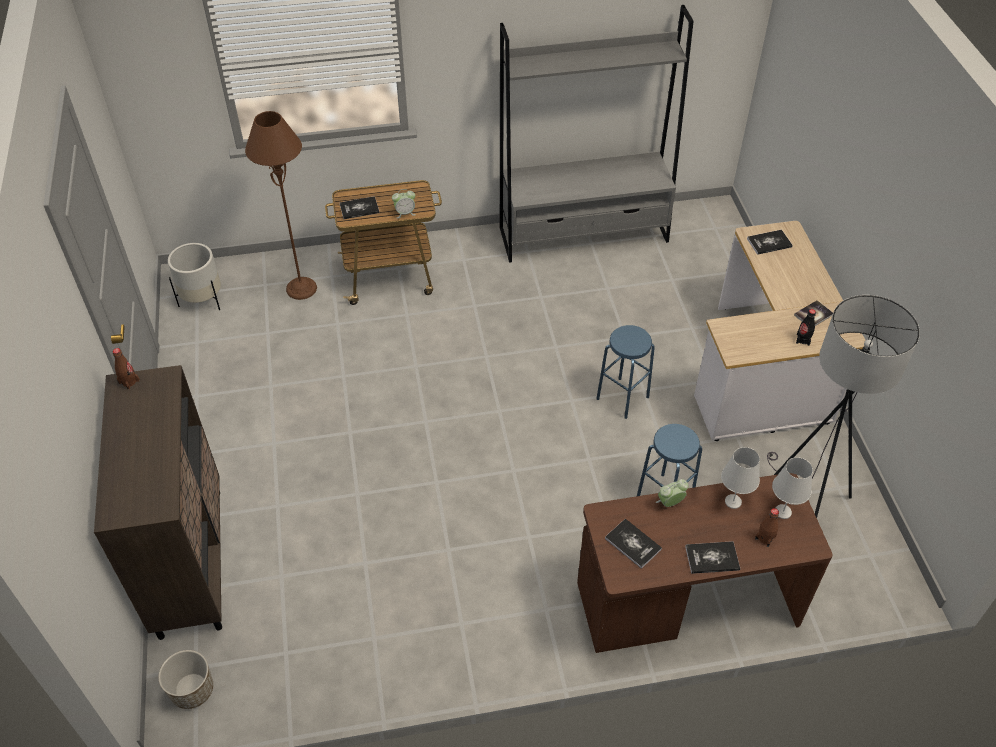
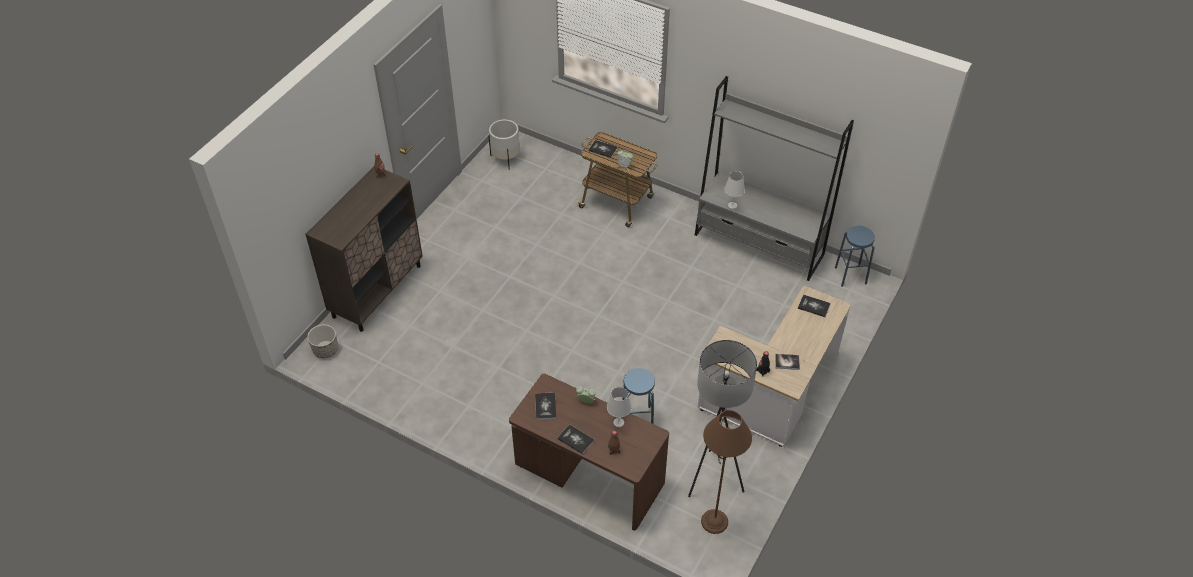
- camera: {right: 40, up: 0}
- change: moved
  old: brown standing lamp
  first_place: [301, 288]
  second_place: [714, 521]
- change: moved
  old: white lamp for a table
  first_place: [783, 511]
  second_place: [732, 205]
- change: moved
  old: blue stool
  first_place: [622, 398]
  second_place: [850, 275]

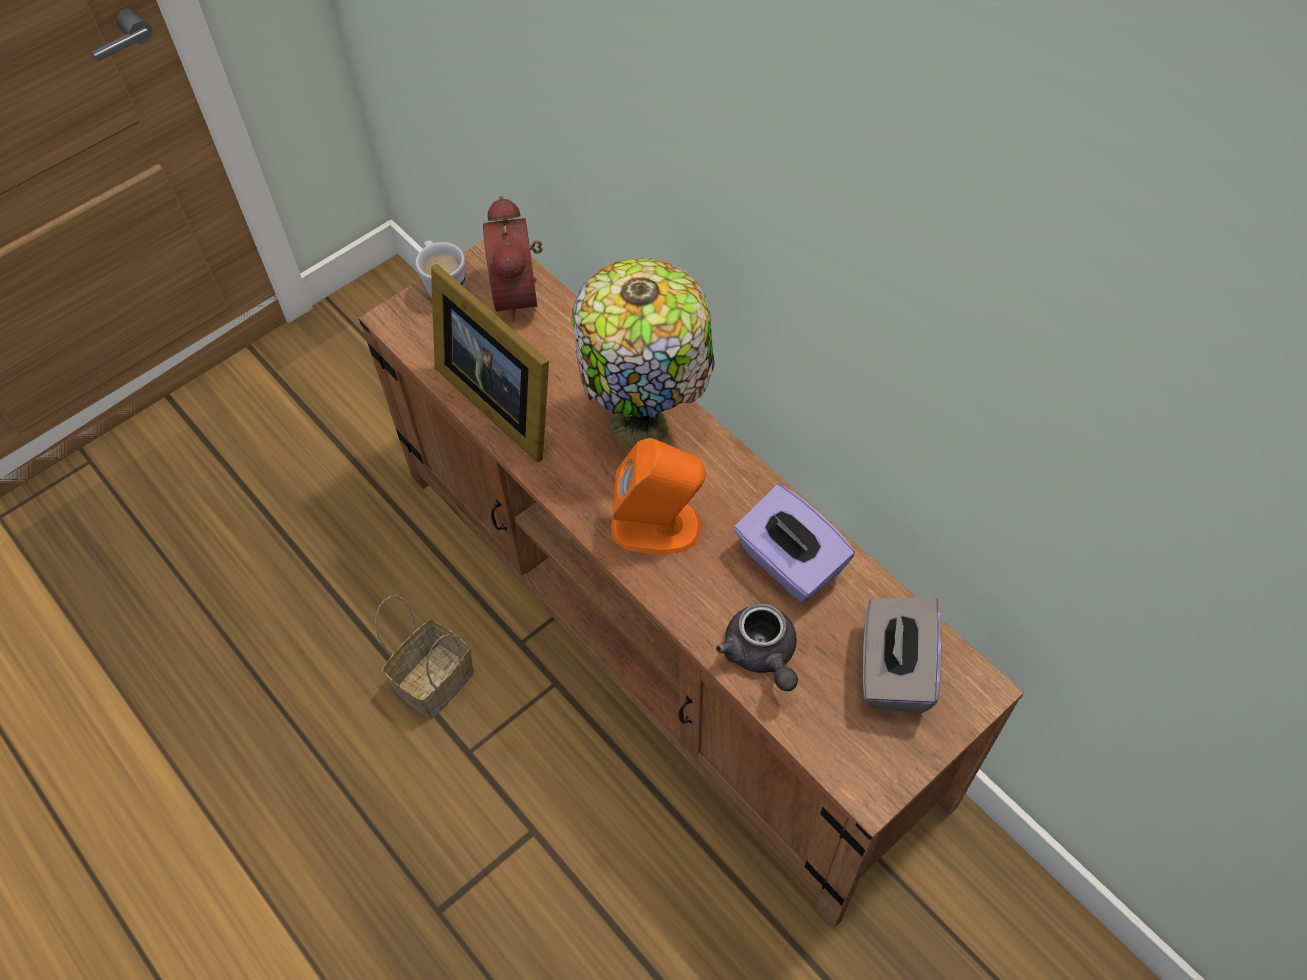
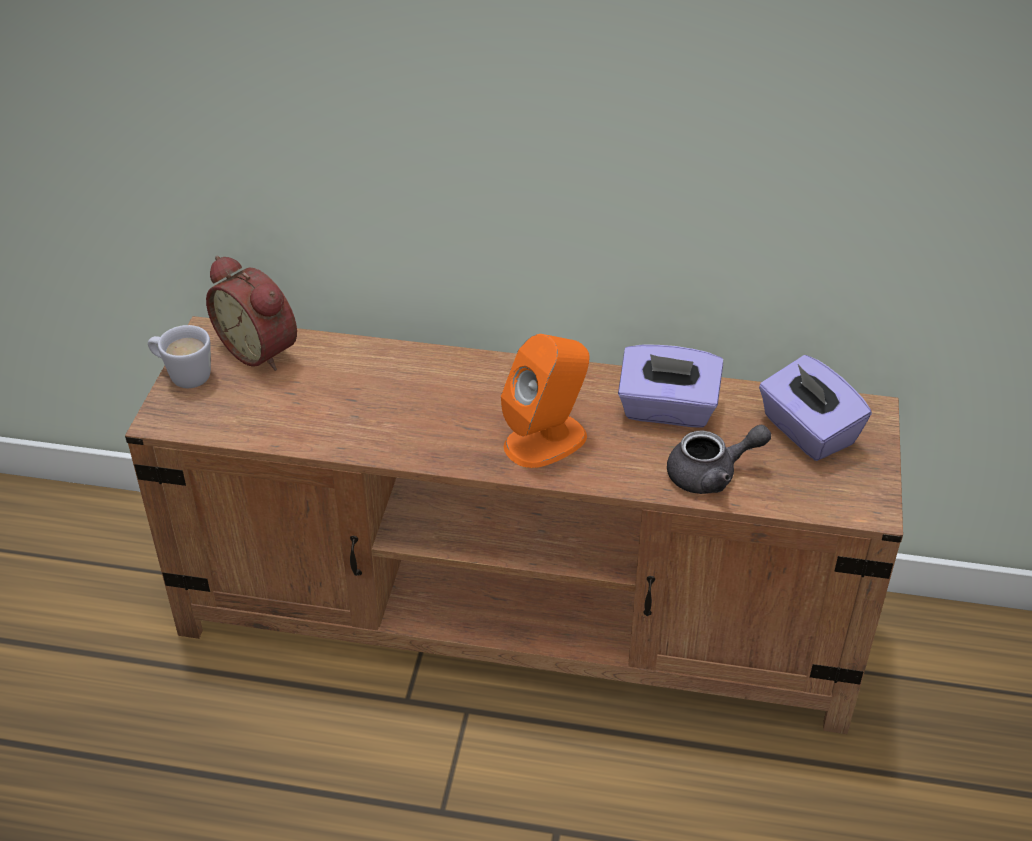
- camera: {right: -40, up: -15}
- change: turned
  old: grey pot for tea
  first_place: [762, 655]
  second_place: [711, 474]
  degrees: -45
- change: recoloured
  old: grey box of tissues
  new: purple box of tissues
  first_place: [894, 670]
  second_place: [807, 431]
- change: removed
  old: basket
  first_place: [435, 678]
- change: removed
  old: photo frame
  first_place: [500, 397]
- change: removed
  old: lamp for a table
  first_place: [645, 426]

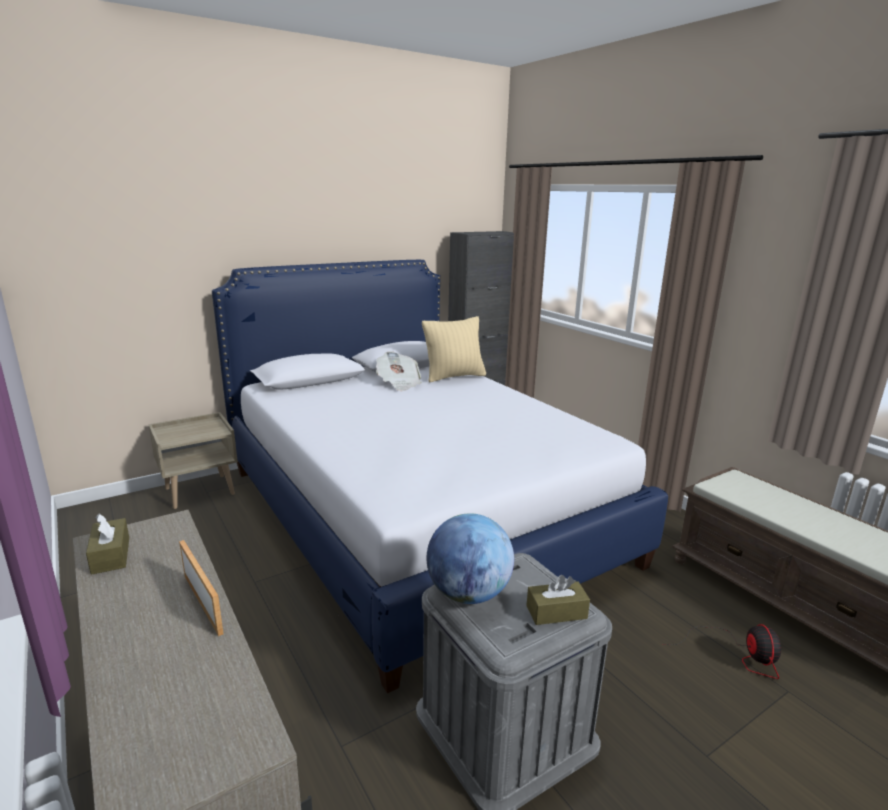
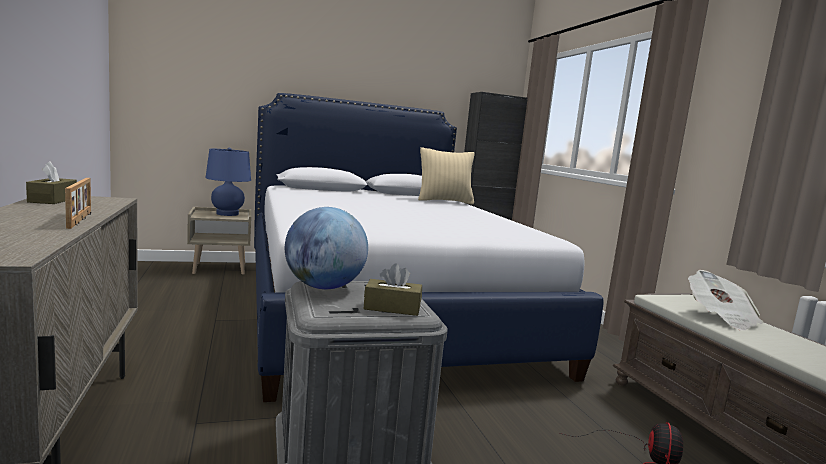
- camera: {right: 15, up: -10}
- change: added
  new: blue lamp for a table
  second_place: [227, 214]
- change: moved
  old: daily paper
  first_place: [398, 383]
  second_place: [721, 318]

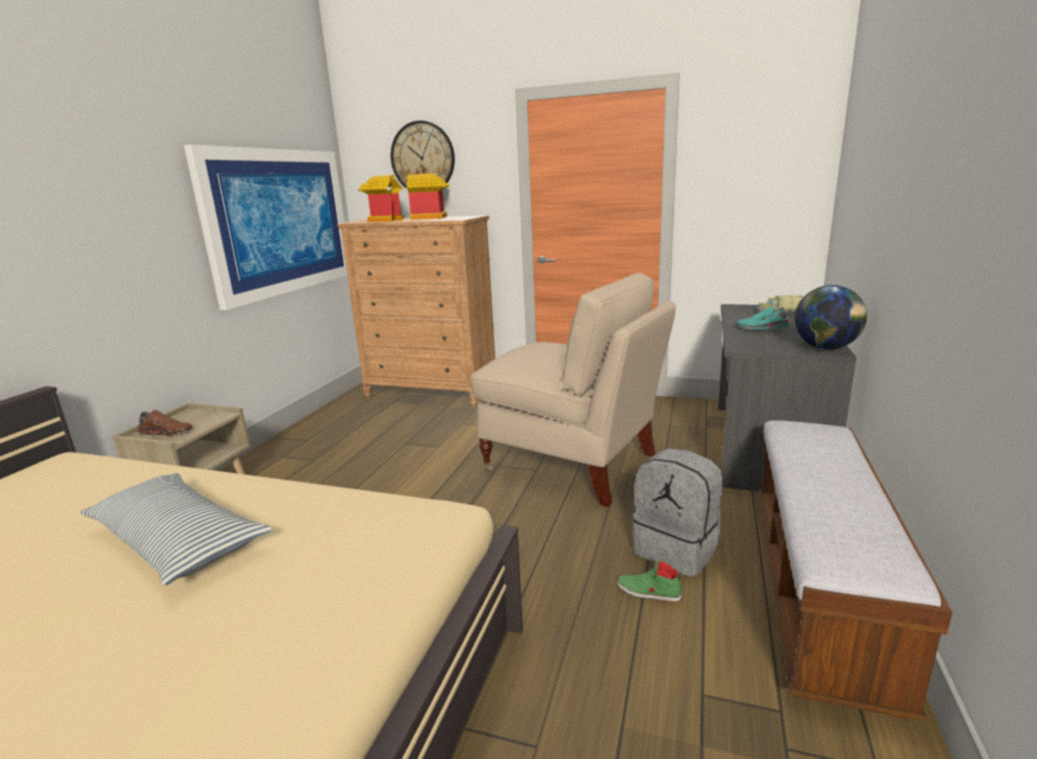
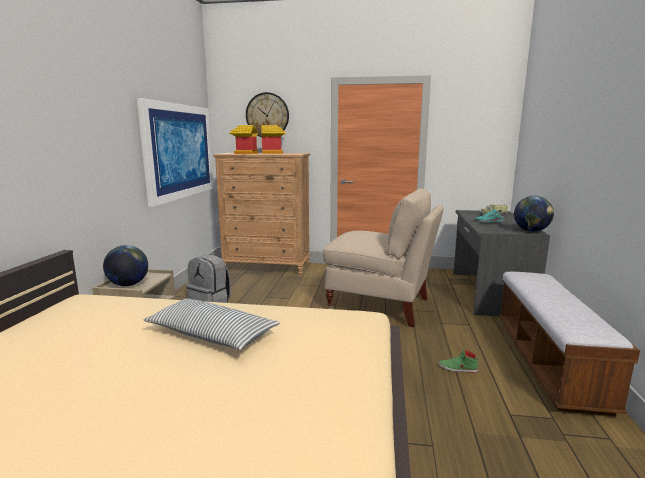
- camera: {right: -10, up: -5}
- change: replaced
  old: brown shoe
  new: world globe
  first_place: [167, 432]
  second_place: [128, 285]
- change: moved
  old: grey backpack
  first_place: [677, 549]
  second_place: [210, 302]

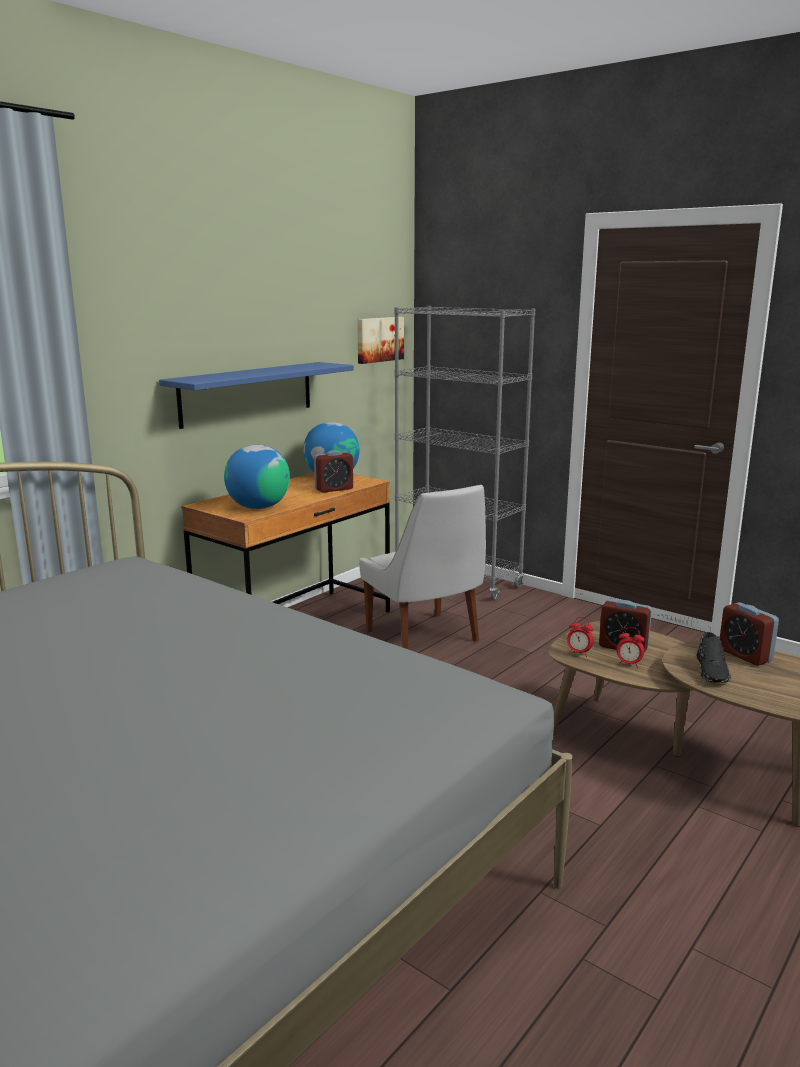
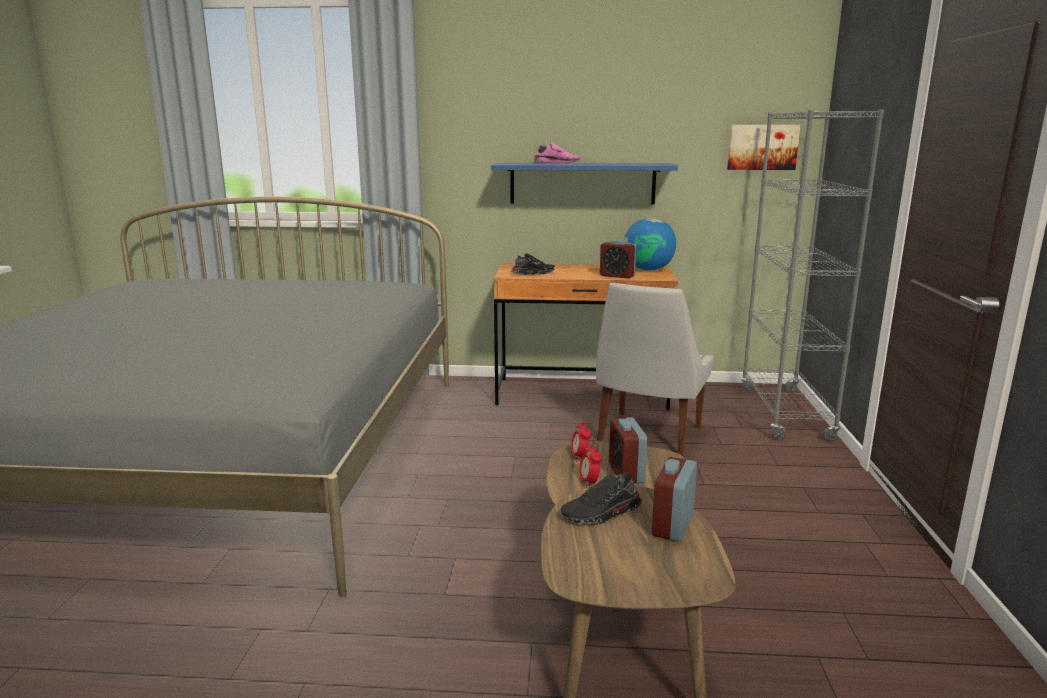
- camera: {right: 55, up: 0}
- change: replaced
  old: world globe
  new: blackish shoe
  first_place: [258, 507]
  second_place: [532, 273]
- change: added
  new: pink shoe
  second_place: [557, 163]

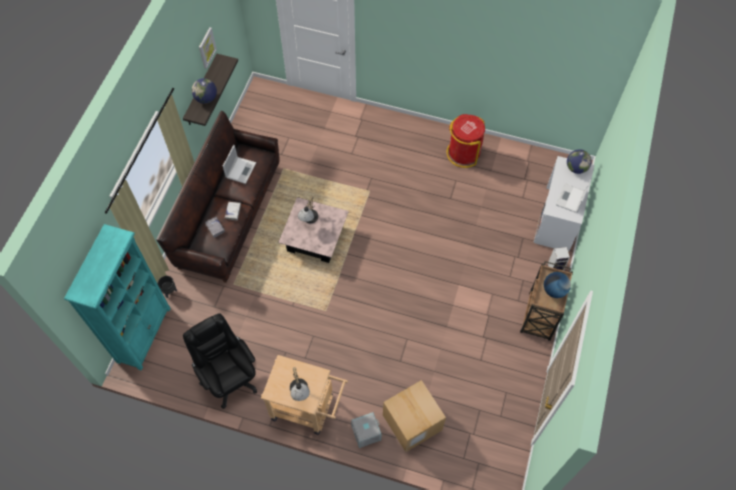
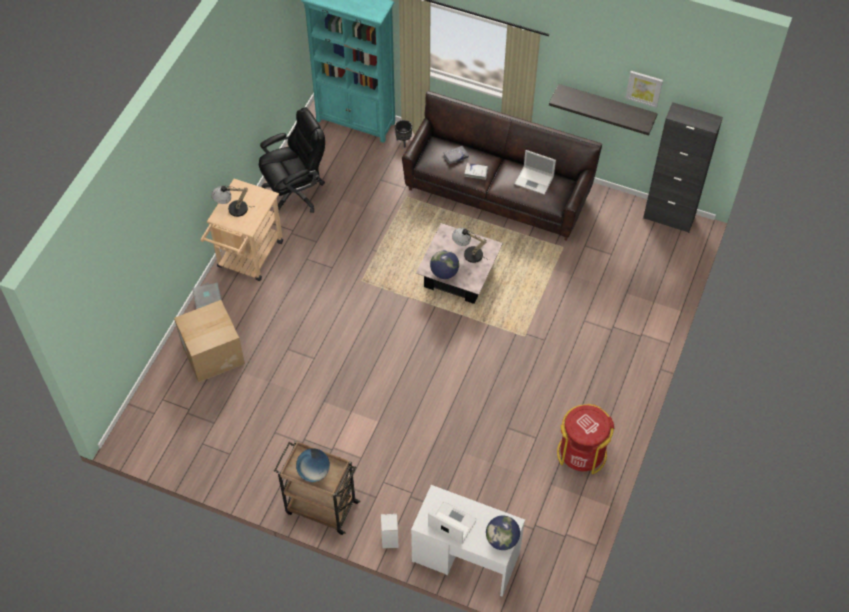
- camera: {right: 95, up: -5}
- change: moved
  old: world globe
  first_place: [206, 98]
  second_place: [444, 273]
- change: added
  new: blackish storage cabinet
  second_place: [669, 217]

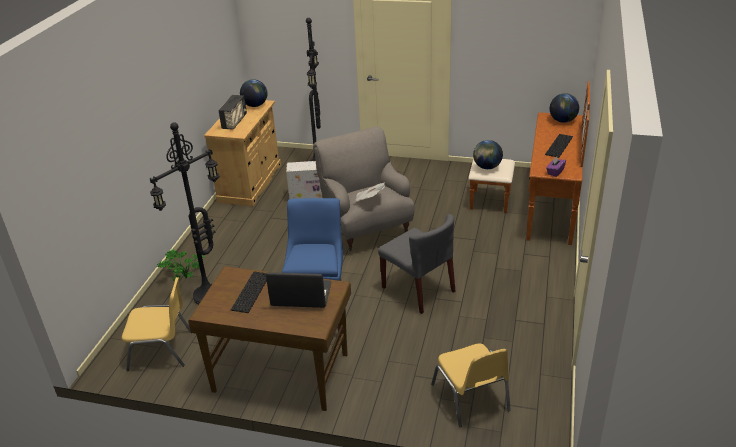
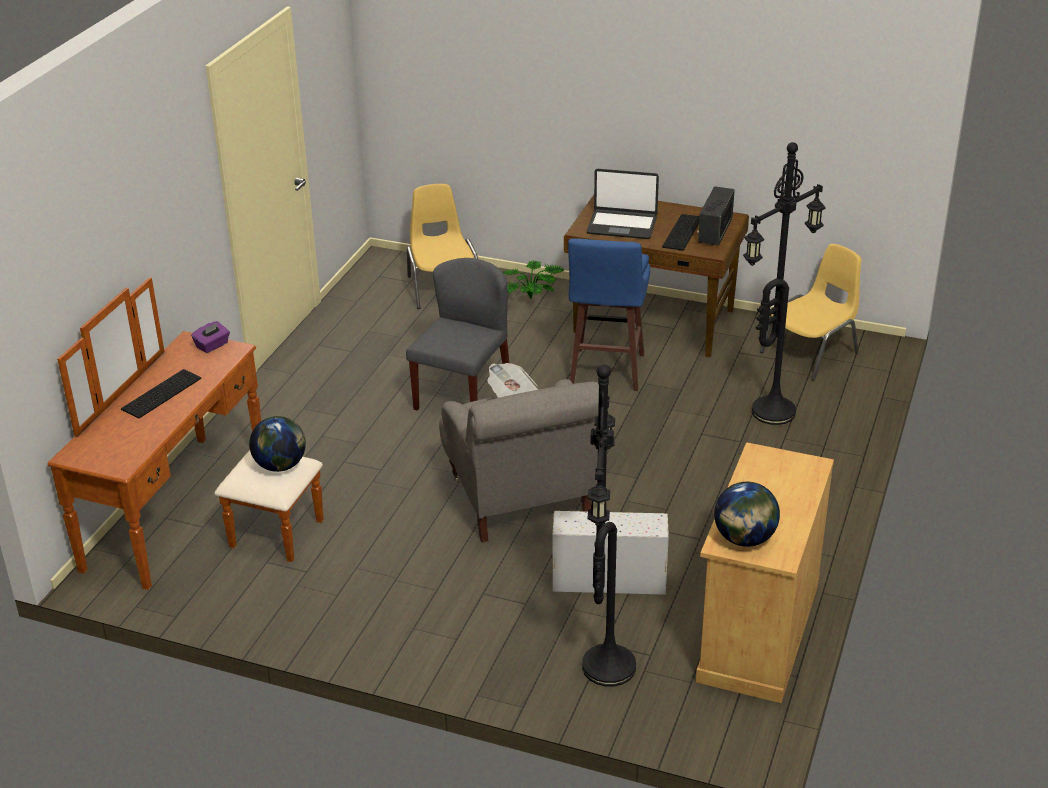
- camera: {right: -175, up: 0}
- change: turned
  old: grey chair
  first_place: [418, 290]
  second_place: [463, 395]
  degrees: 60
- change: moved
  old: potted plant
  first_place: [185, 277]
  second_place: [532, 300]
- change: moved
  old: radio receiver
  first_place: [235, 122]
  second_place: [714, 232]
- change: turned
  old: yellow chair
  first_place: [162, 350]
  second_place: [811, 353]
  degrees: 135
- change: removed
  old: world globe
  first_place: [563, 120]

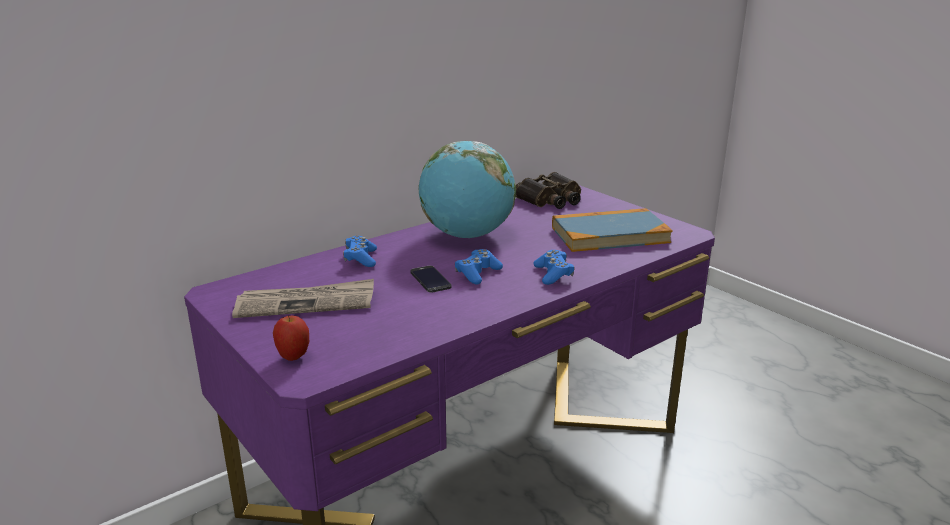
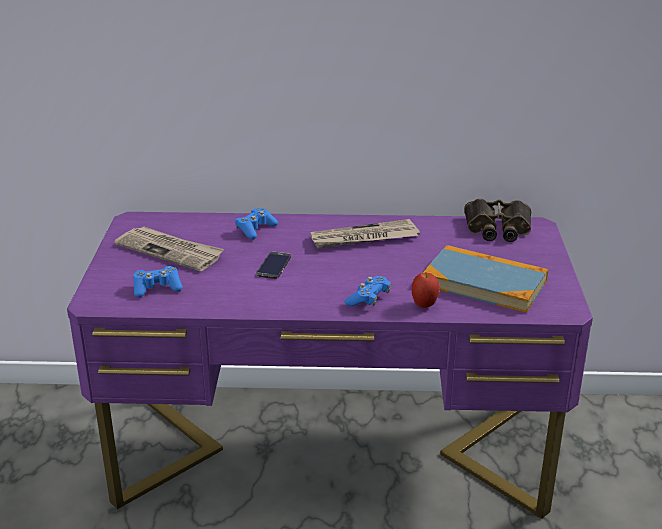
- camera: {right: 40, up: 5}
- change: moved
  old: blue joypad
  first_place: [477, 274]
  second_place: [157, 288]
- change: replaced
  old: world globe
  new: daily paper
  first_place: [467, 235]
  second_place: [364, 238]
- change: moved
  old: apple fruit
  first_place: [293, 357]
  second_place: [424, 305]

